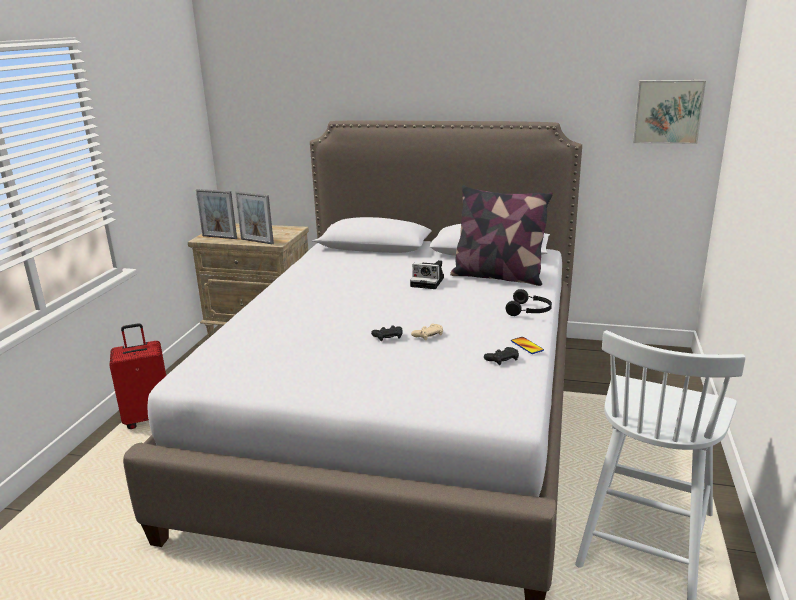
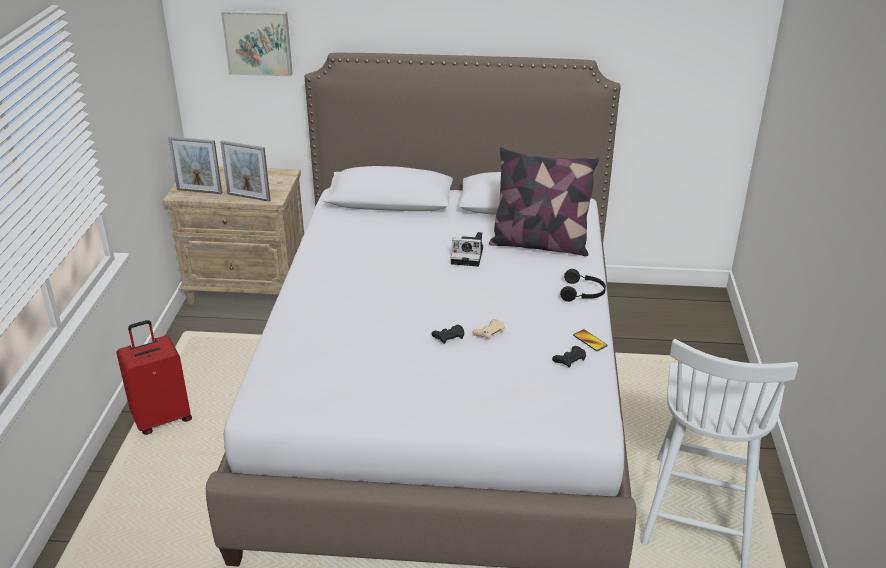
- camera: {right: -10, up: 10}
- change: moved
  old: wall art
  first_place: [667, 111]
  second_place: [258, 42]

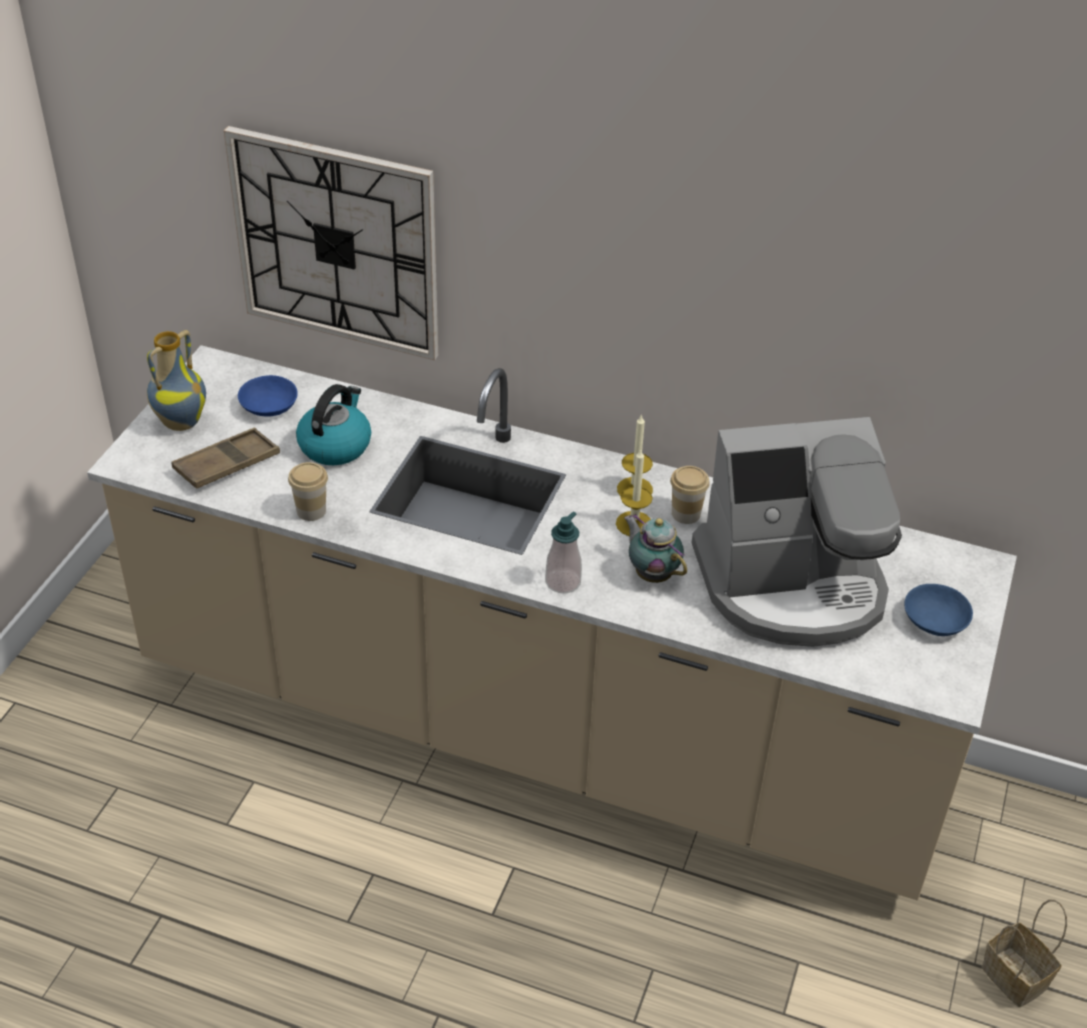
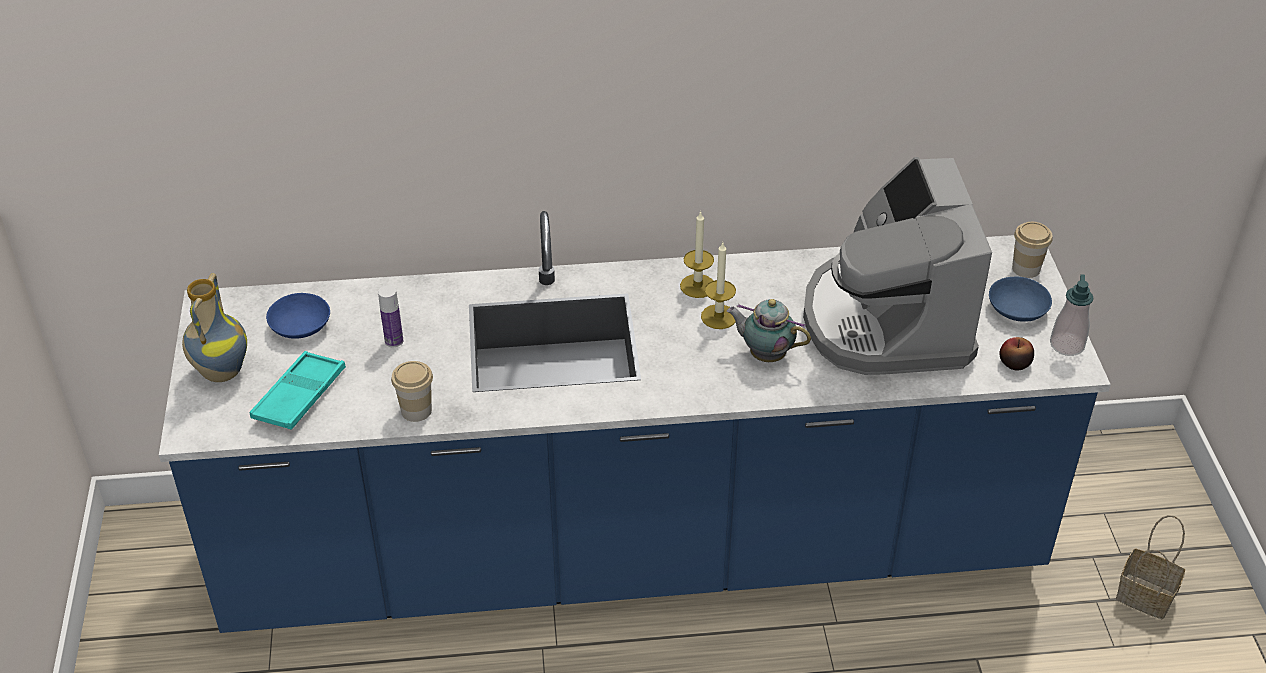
- camera: {right: -25, up: 0}
- change: recoloured
  old: sand-coloured counter
  new: blue counter
  first_place: [536, 726]
  second_place: [633, 549]
- change: recoloured
  old: brown tray
  new: turquoise tray
  first_place: [227, 464]
  second_place: [299, 396]
- change: replaced
  old: tea kettle
  new: bottle
  first_place: [335, 445]
  second_place: [394, 341]
- change: turned
  old: coffee maker
  first_place: [792, 585]
  second_place: [886, 321]
  degrees: 120
- change: added
  new: apple fruit
  second_place: [1014, 363]
- change: moved
  old: small cup
  first_place: [686, 514]
  second_place: [1026, 268]
- change: moved
  old: liquid soap bottle
  first_place: [563, 582]
  second_place: [1067, 345]
- change: removed
  old: hanging clock
  first_place: [336, 244]

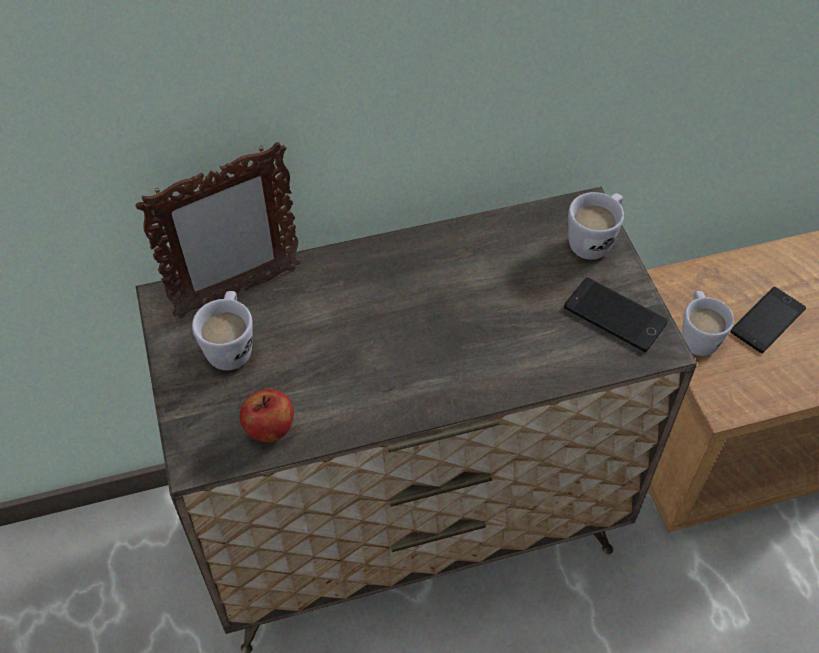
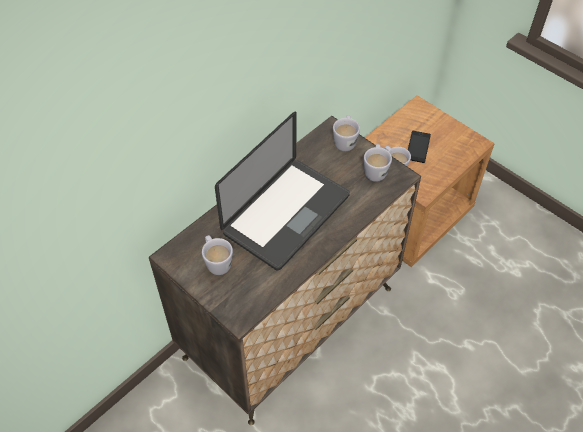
- camera: {right: -30, up: 0}
- change: added
  new: portable computer
  second_place: [286, 214]
- change: replaced
  old: telephone
  new: white tea mug
  first_place: [615, 315]
  second_place: [375, 170]
- change: removed
  old: photo frame
  first_place: [237, 292]
- change: removed
  old: apple fruit
  first_place: [269, 429]

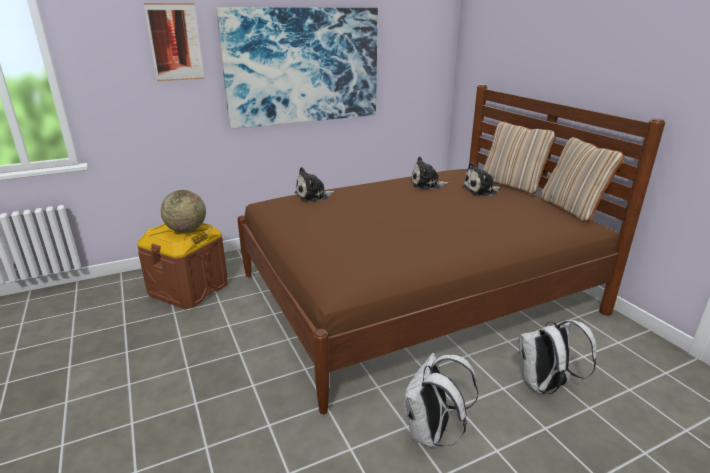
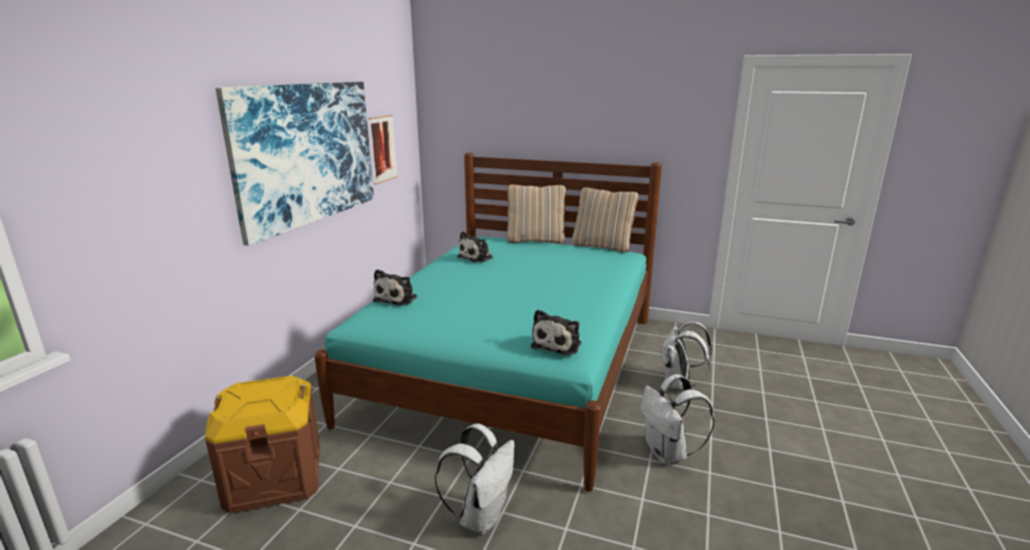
- camera: {right: -45, up: -5}
- change: recoloured
  old: brown sleeping bed
  new: turquoise sleeping bed
  first_place: [415, 293]
  second_place: [513, 366]
- change: moved
  old: wall art
  first_place: [175, 42]
  second_place: [383, 149]
- change: added
  new: white backpack
  second_place: [481, 516]
- change: moved
  old: plush toy
  first_place: [481, 190]
  second_place: [558, 344]
- change: removed
  old: world globe
  first_place: [186, 230]

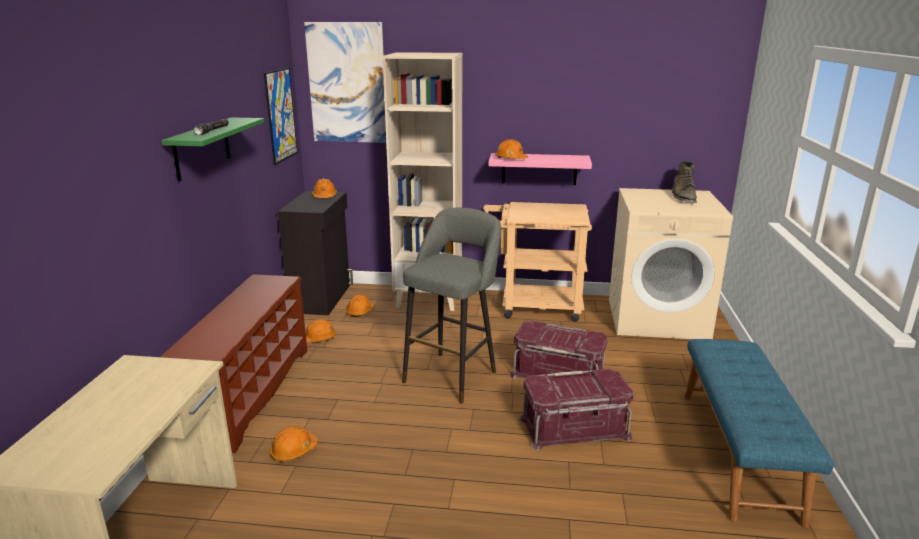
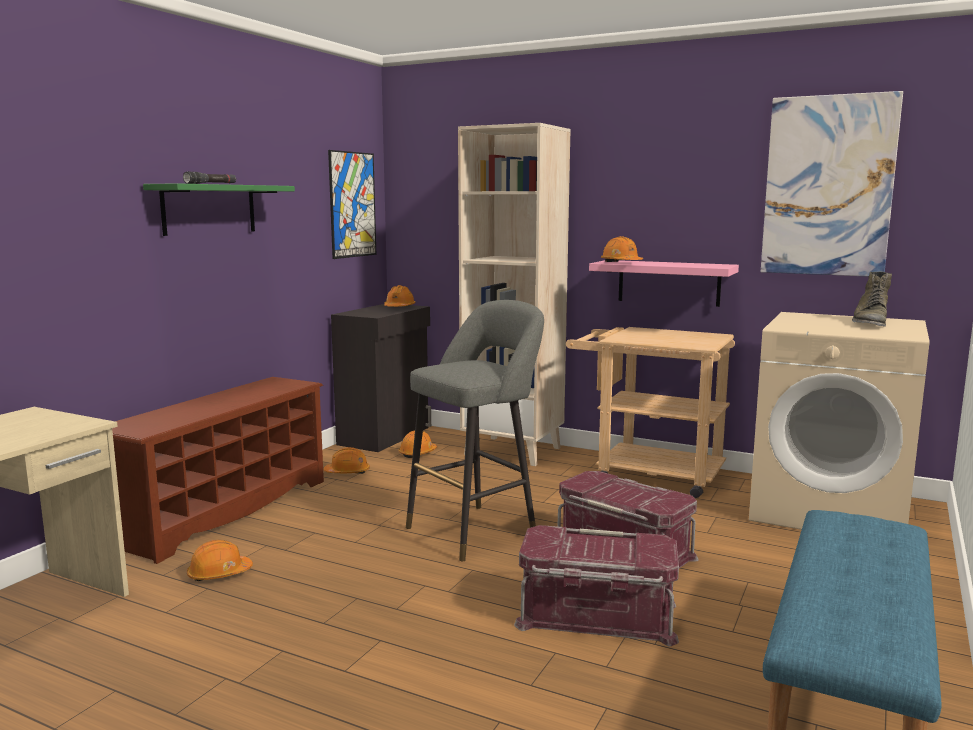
- camera: {right: 20, up: -10}
- change: moved
  old: wall art
  first_place: [347, 83]
  second_place: [828, 186]

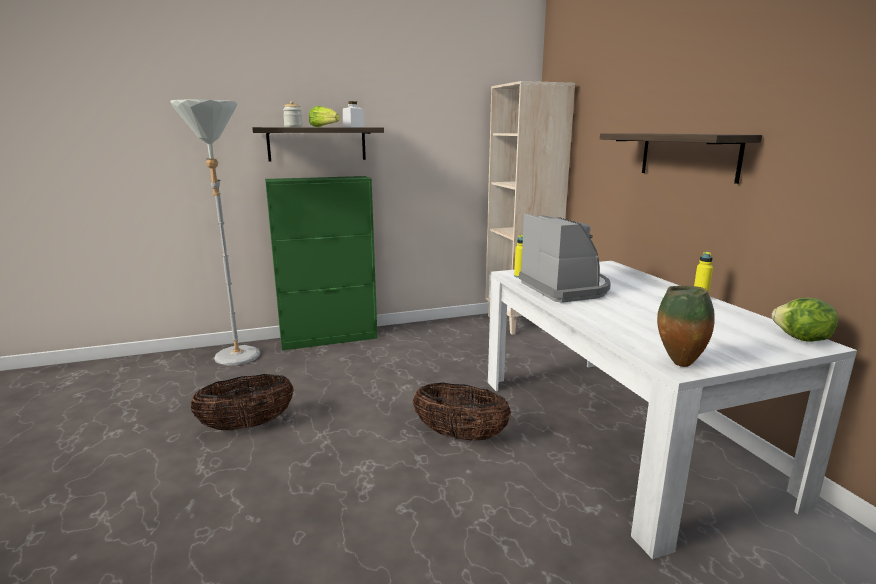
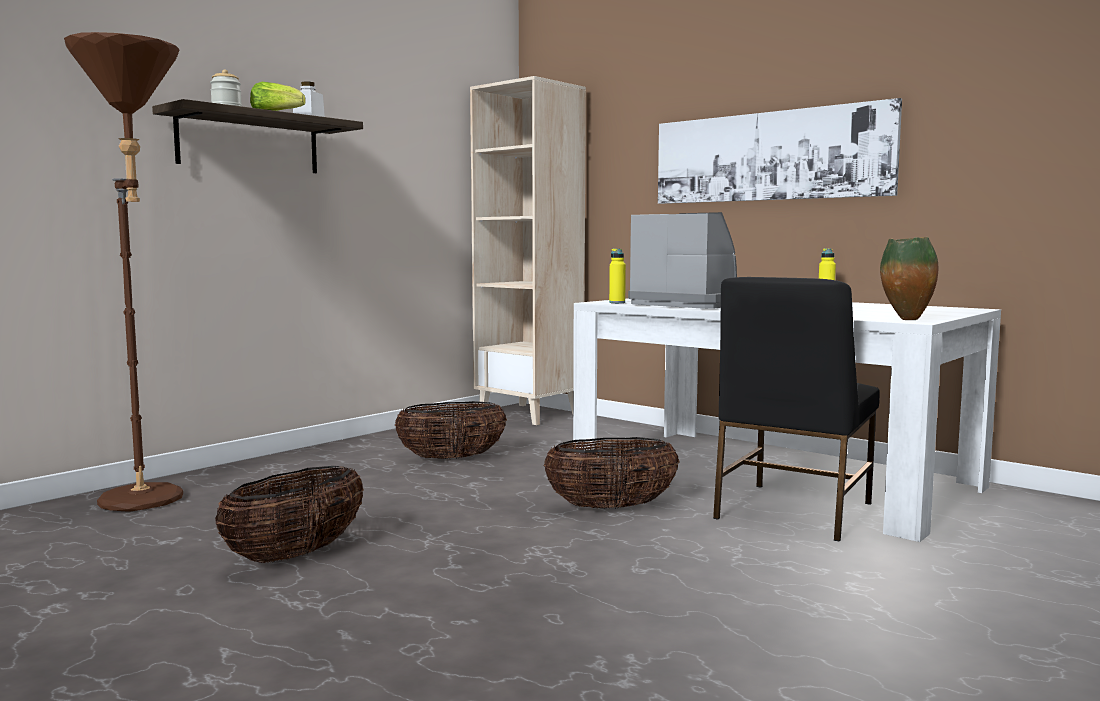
- camera: {right: -30, up: -10}
- change: recoloured
  old: grey standing lamp
  new: brown standing lamp
  first_place: [237, 360]
  second_place: [148, 503]
- change: added
  new: basket
  second_place: [452, 458]
- change: replaced
  old: bracket shelf
  new: wall art
  first_place: [688, 156]
  second_place: [769, 156]
- change: added
  new: blackish chair
  second_place: [791, 511]
- change: removed
  old: green storage cabinet
  first_place: [329, 338]
- change: removed
  old: lettuce
  first_place: [801, 339]

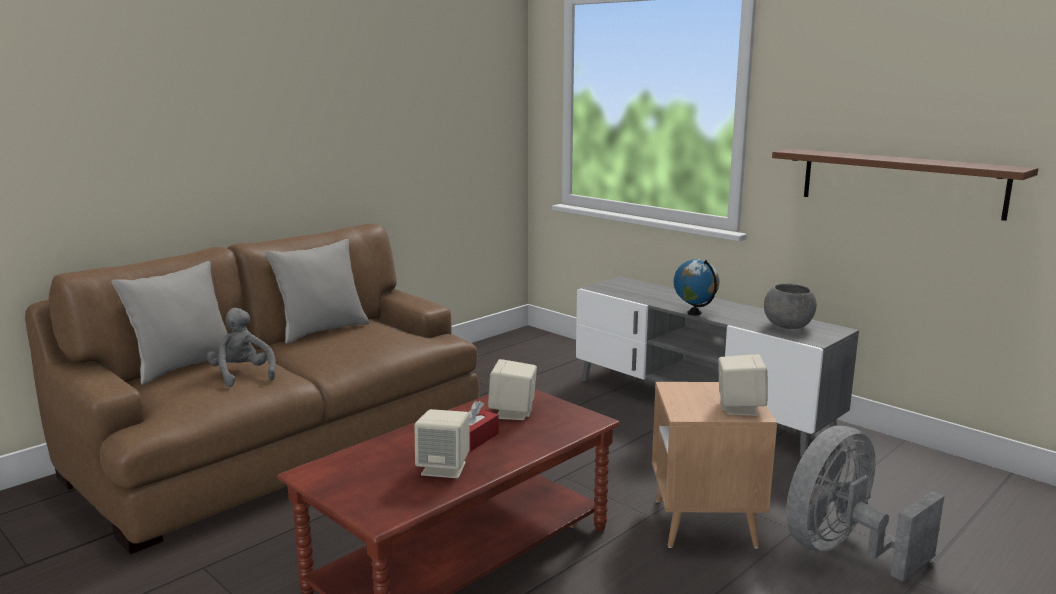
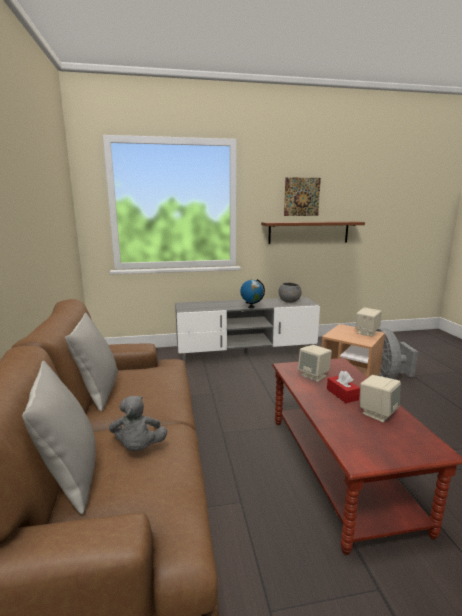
- camera: {right: -55, up: 0}
- change: turned
  old: grey plush toy
  first_place: [242, 375]
  second_place: [138, 447]
  degrees: -105
- change: added
  new: wall art
  second_place: [302, 197]

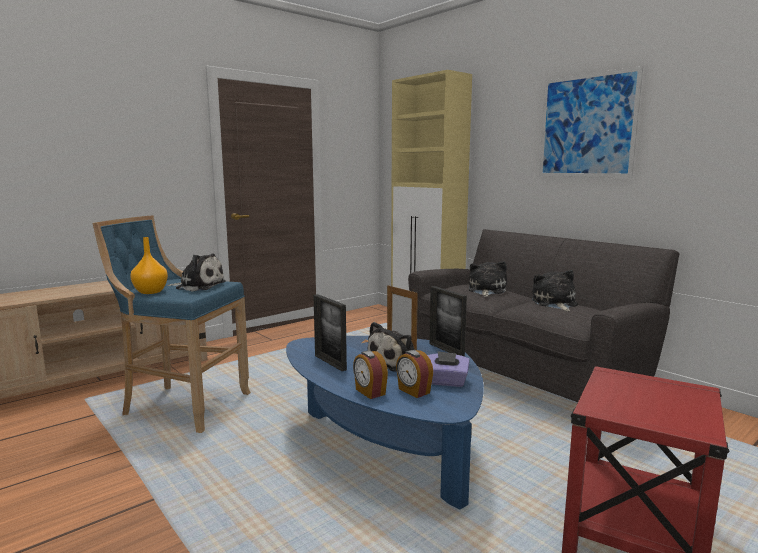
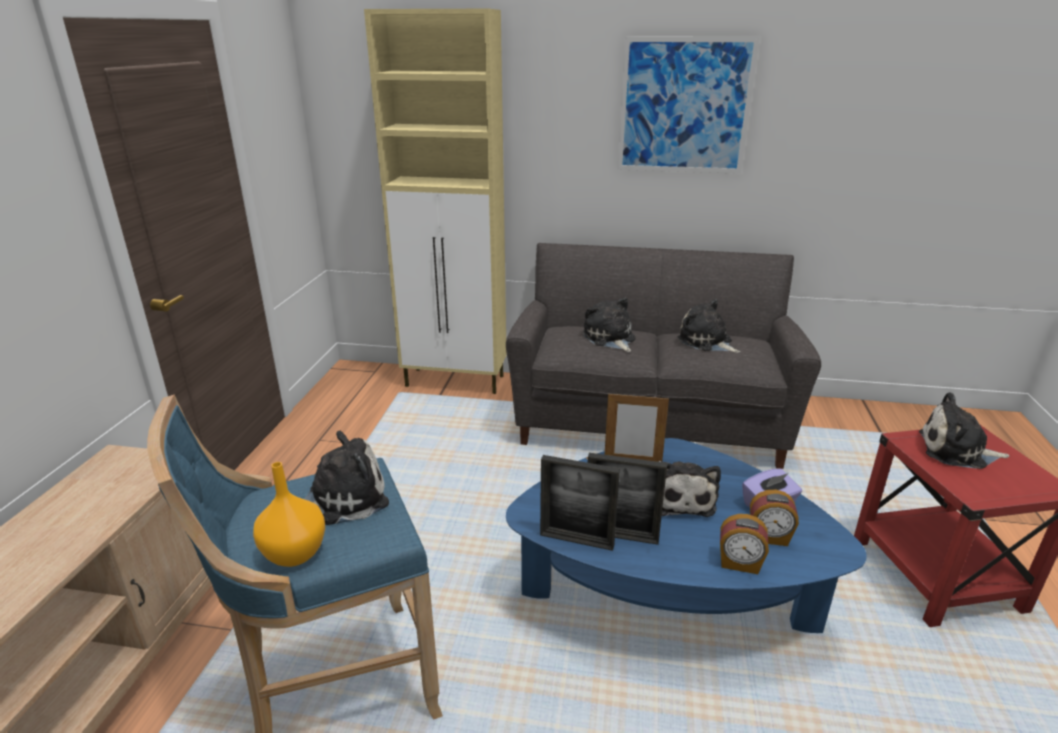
- camera: {right: -40, up: 15}
- change: moved
  old: photo frame
  first_place: [446, 350]
  second_place: [576, 540]
- change: added
  new: plush toy
  second_place: [956, 451]

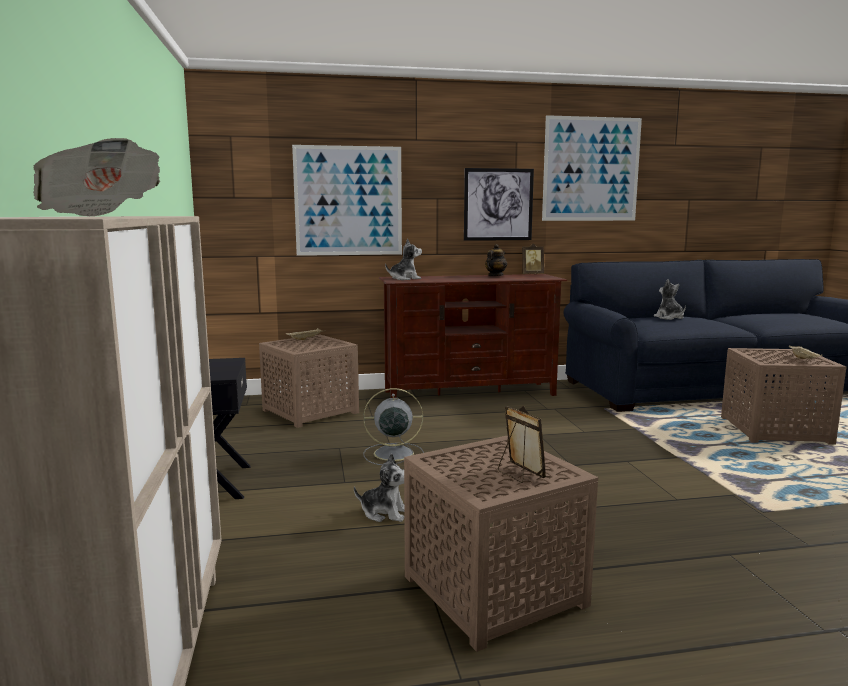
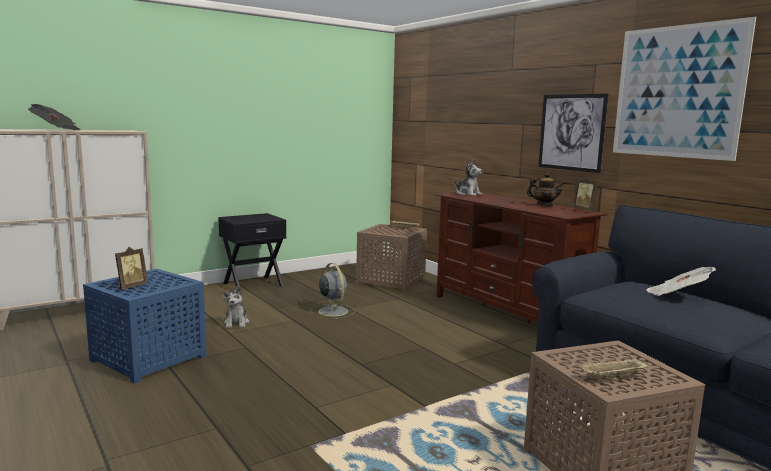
- camera: {right: 65, up: 0}
- change: recoloured
  old: brown end table
  new: blue end table
  first_place: [490, 590]
  second_place: [149, 357]
- change: replaced
  old: plush toy
  new: daily paper
  first_place: [669, 318]
  second_place: [677, 296]
- change: removed
  old: wall art
  first_place: [348, 201]

